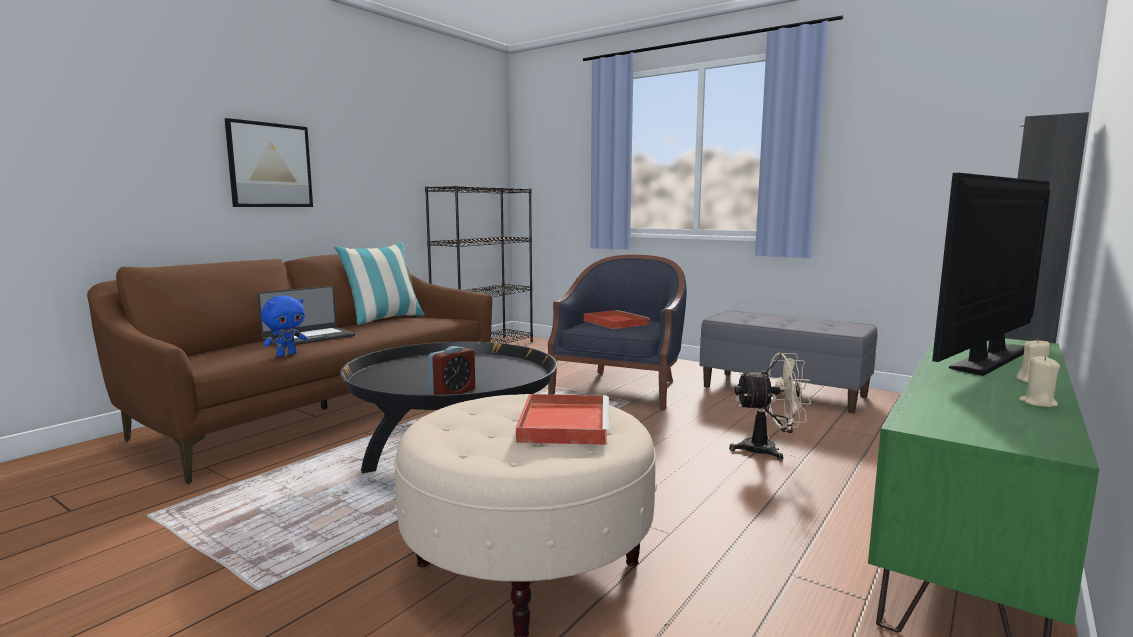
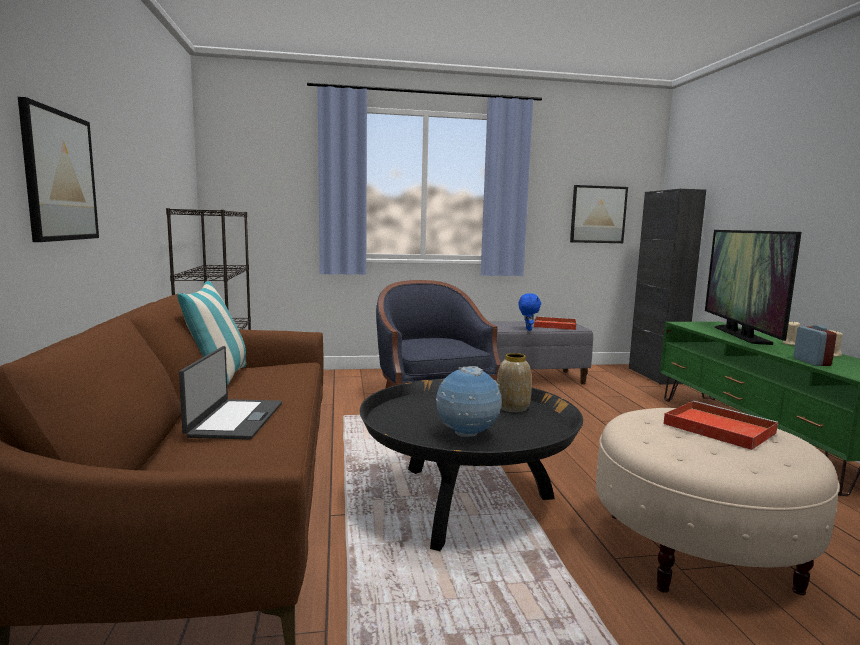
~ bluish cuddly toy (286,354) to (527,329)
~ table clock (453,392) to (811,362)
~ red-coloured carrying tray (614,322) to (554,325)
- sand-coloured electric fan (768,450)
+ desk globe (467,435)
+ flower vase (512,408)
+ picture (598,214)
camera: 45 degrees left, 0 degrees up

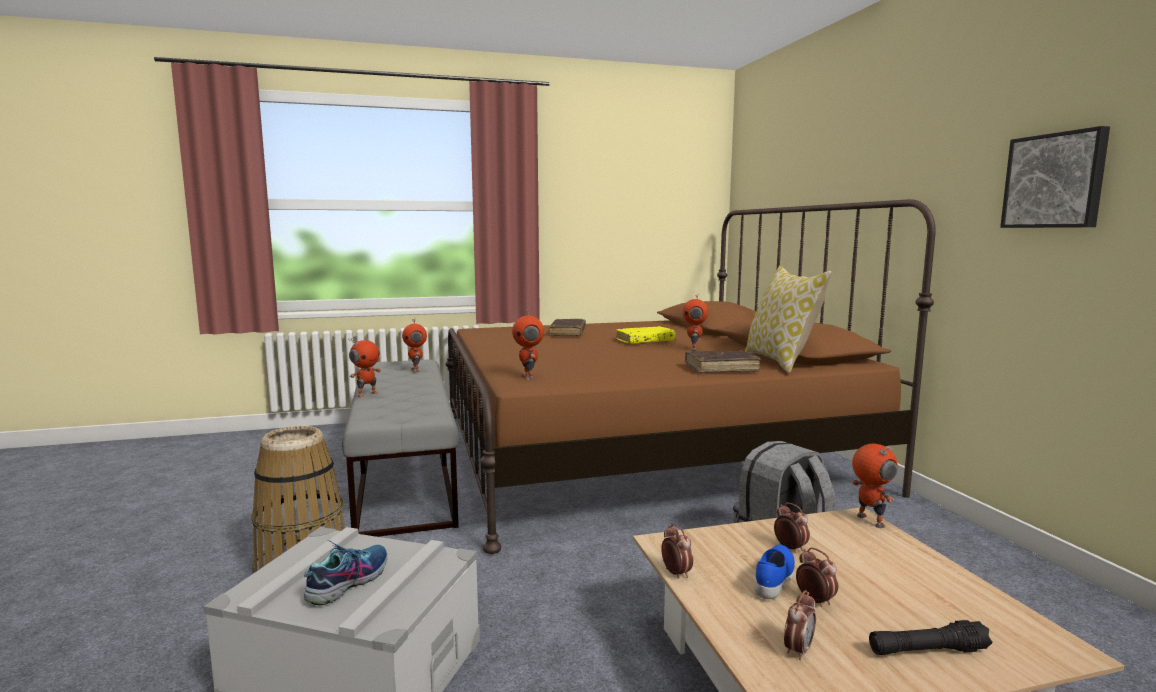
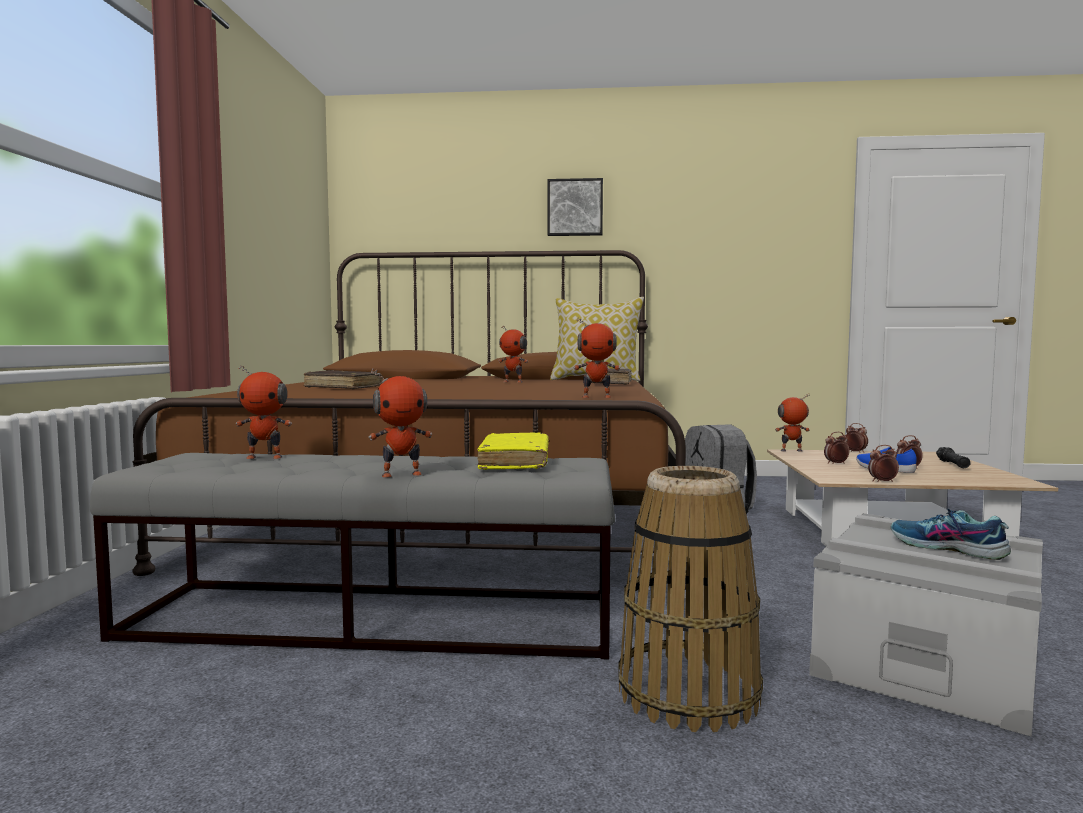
~ toy robot (367,394) = (401,474) 105 degrees clockwise
~ yellow book (645,341) to (515,462)
~ table clock (798,650) to (855,452)
~ picture (1055,181) to (575,208)
camera: 70 degrees left, 5 degrees down

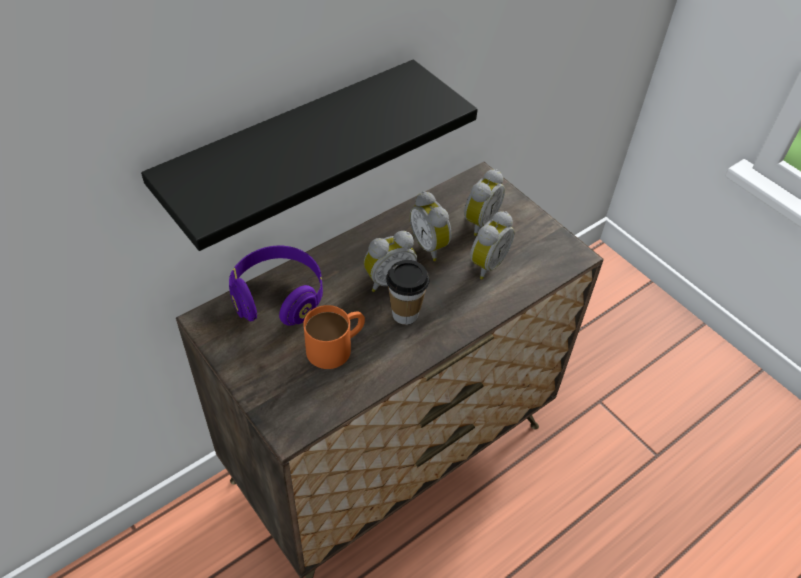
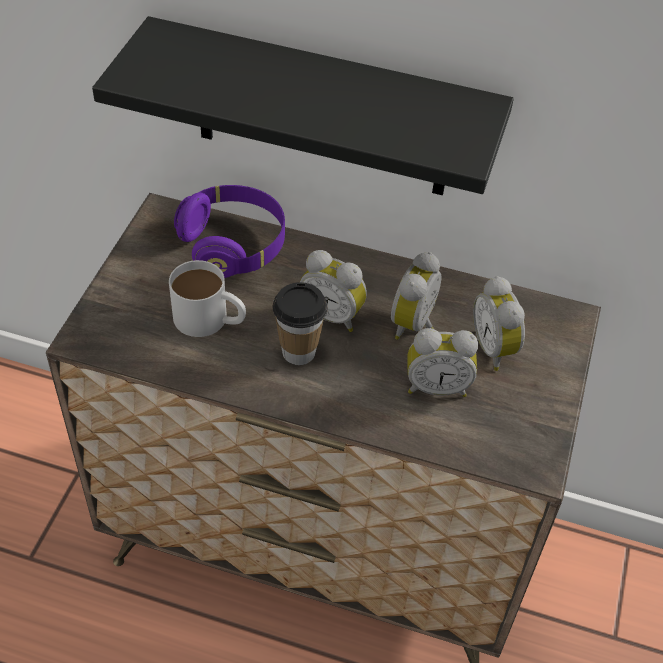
~ orange coffee mug (336,346) to white-coloured coffee mug (210,320)
~ table clock (478,221) = (495,348) 75 degrees clockwise
camera: 55 degrees right, 0 degrees up

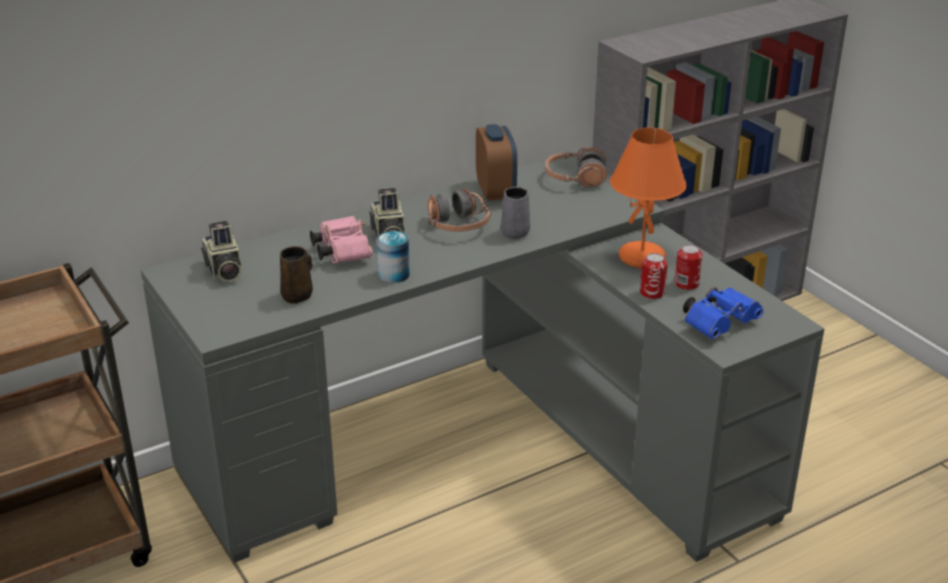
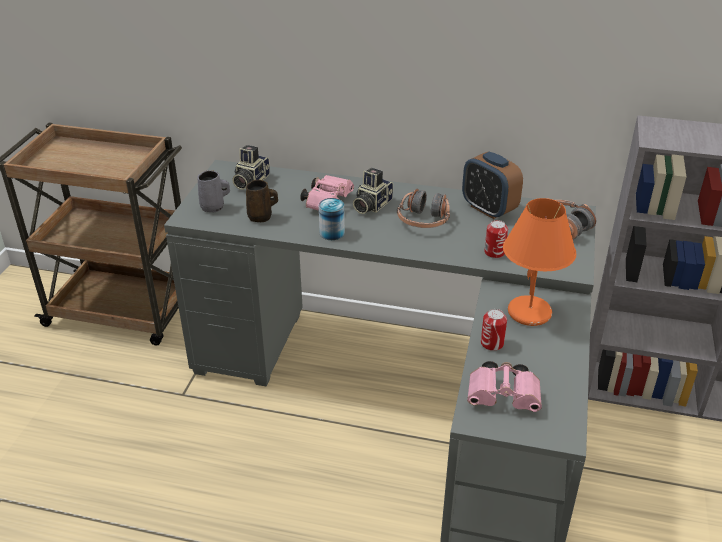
~ table clock (495,191) = (488,209) 105 degrees clockwise
~ greyish coffee mug (516,232) to (214,207)
~ metal can (686,284) to (494,252)
~ bluish pair of binoculars (720,323) to pink-coloured pair of binoculars (505,397)
camera: 45 degrees right, 5 degrees up

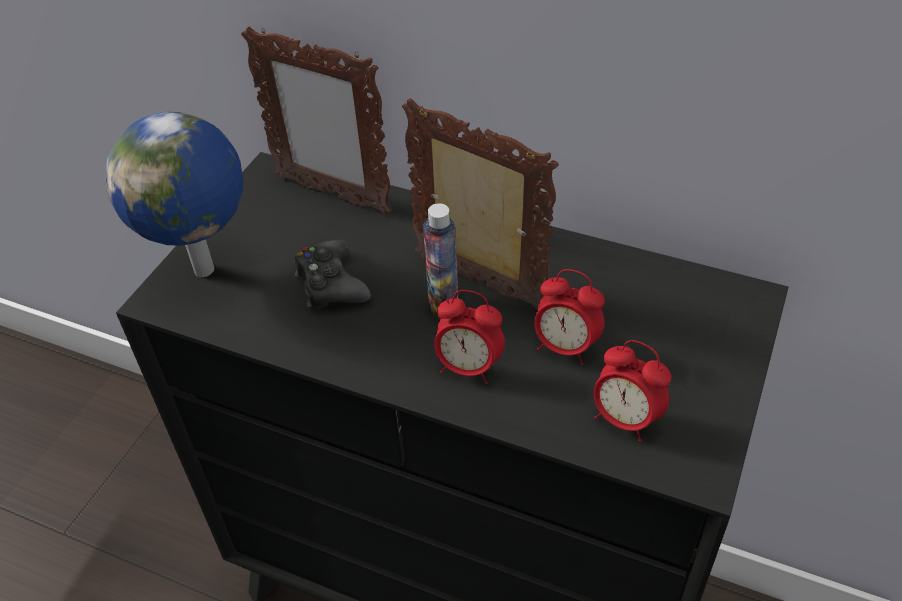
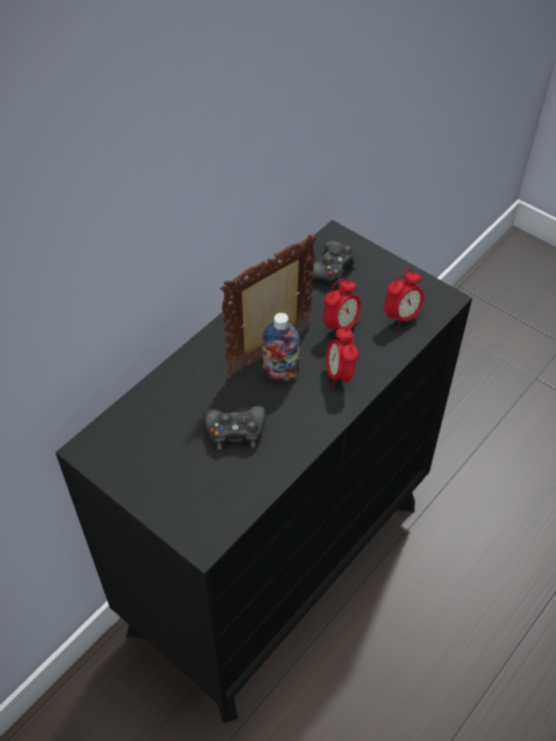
- desk globe (207,270)
- photo frame (332,195)
~ table clock (468,367) = (339,374) 135 degrees clockwise
+ black joypad (330,269)
camera: 75 degrees left, 5 degrees up

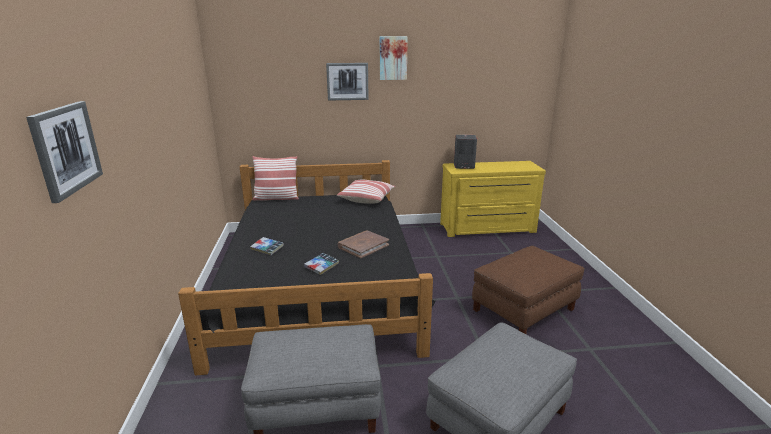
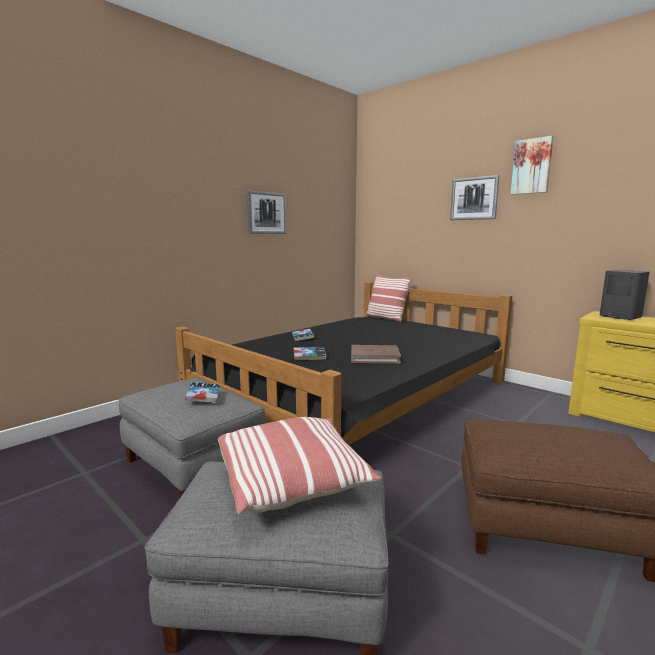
~ picture (65,149) to (266,213)
~ cushion (367,199) to (293,480)
+ book (203,396)
camera: 50 degrees right, 10 degrees down

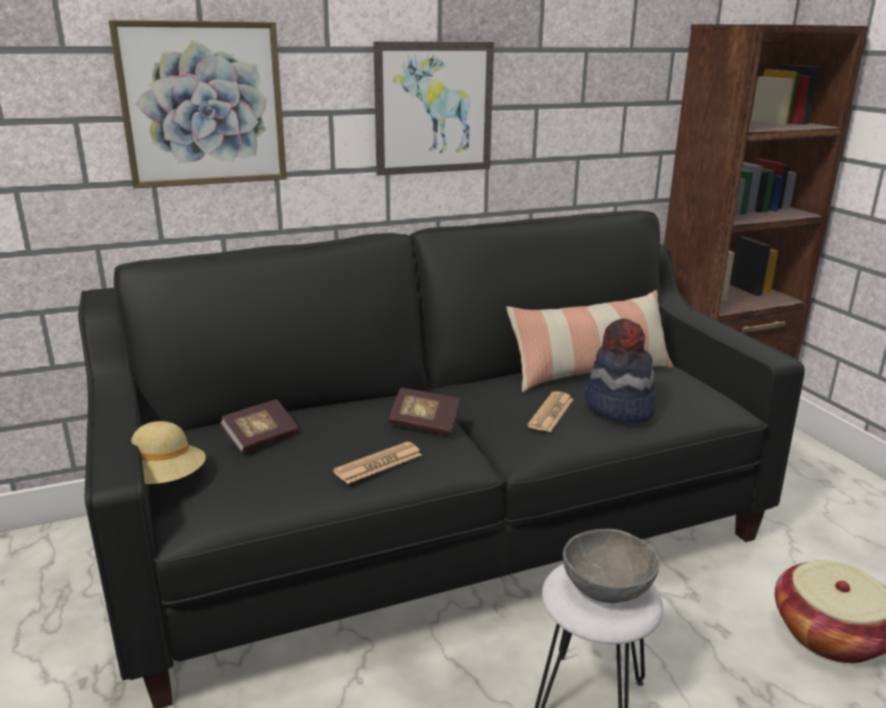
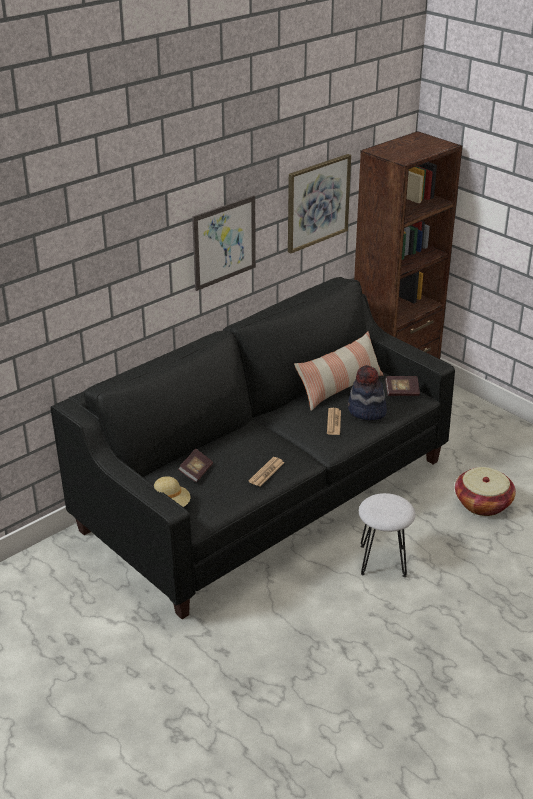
~ picture (203,104) to (317,202)
~ book (424,424) to (402,392)
- greyish bowl (608,587)
camera: 20 degrees left, 10 degrees up

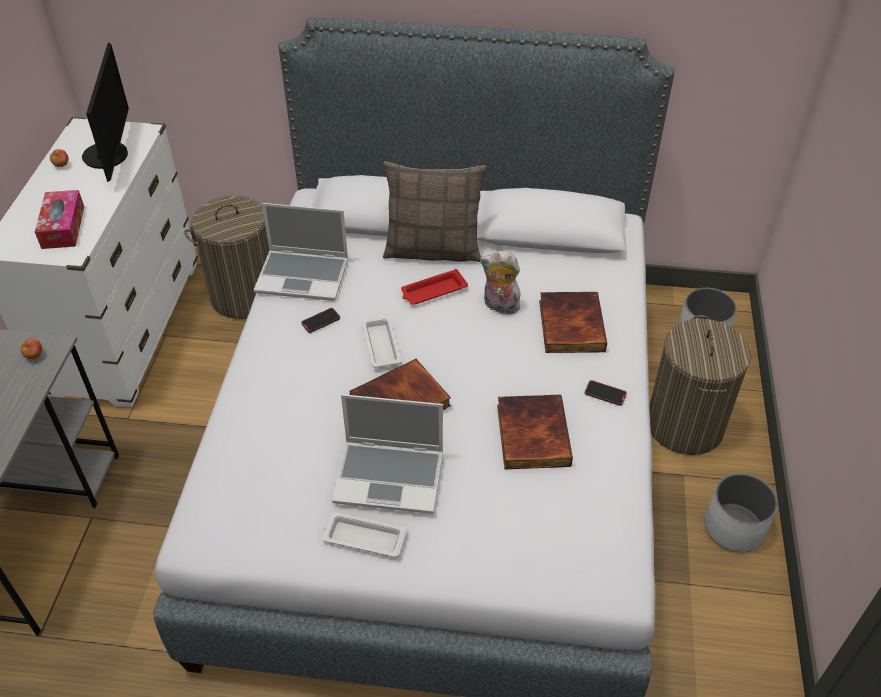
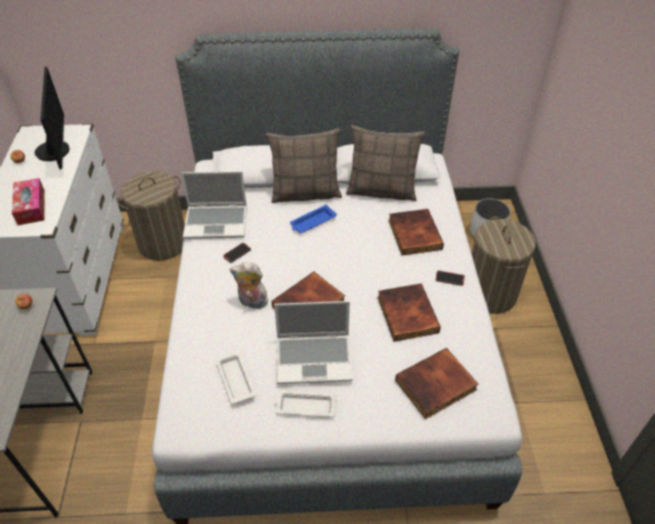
~ white-coloured carrying tray (381,344) to (235,379)
~ red-coloured carrying tray (433,291) to bluish carrying tray (312,222)
~ cuddly toy (499,306) to (251,302)
- white-coloured plant pot (734,528)
+ cushion (382,190)
+ book (436,386)
camera: 10 degrees left, 0 degrees up

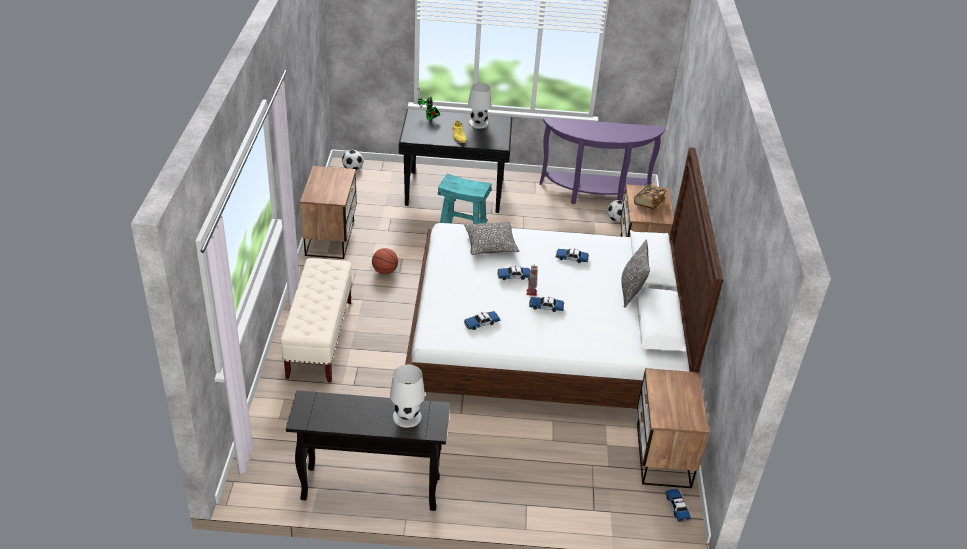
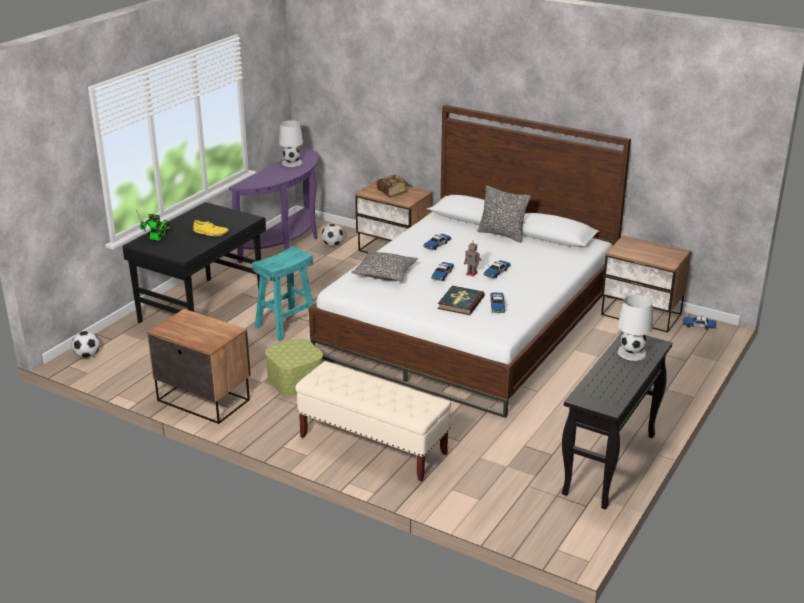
~ ball for basketball (385,271) to storage container (295,380)
~ white-coloured lamp for a table (478,123) to (291,163)
+ book (460,302)
camera: 60 degrees left, 10 degrees down

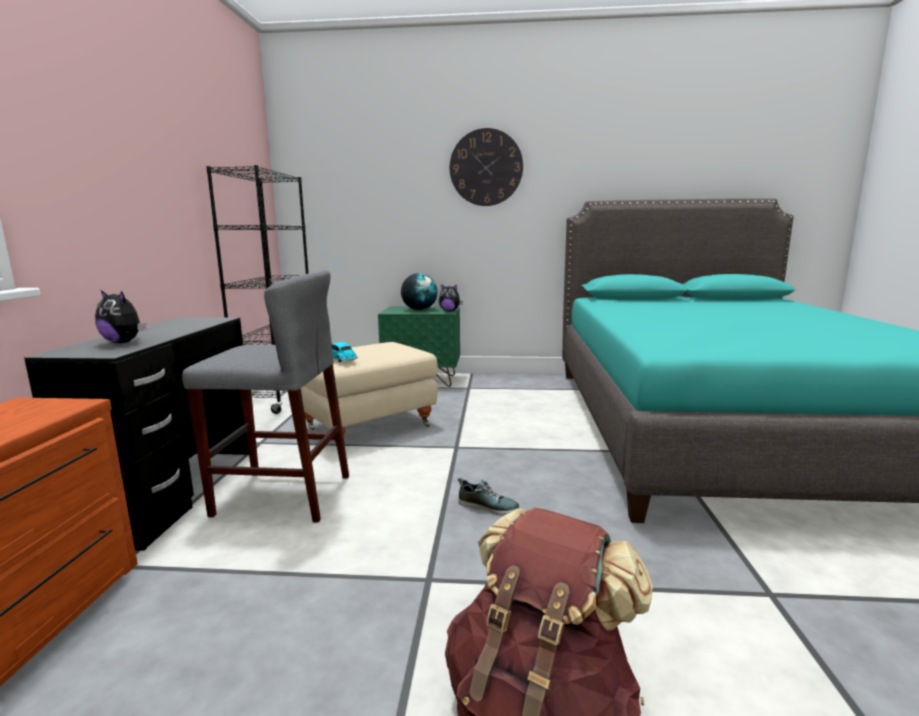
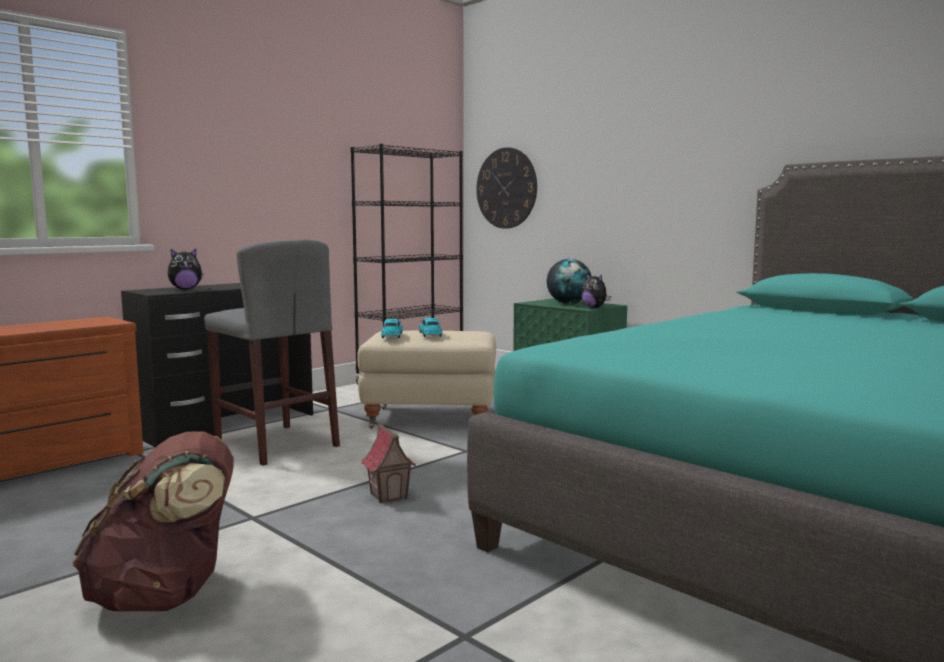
~ cuddly toy (124,342) = (185,289) 90 degrees counterclockwise
~ clock on the wall (486,167) to (506,188)
~ item of footwear (488,506) to toy house (389,496)
+ toy car (430,335)
camera: 40 degrees right, 5 degrees down

